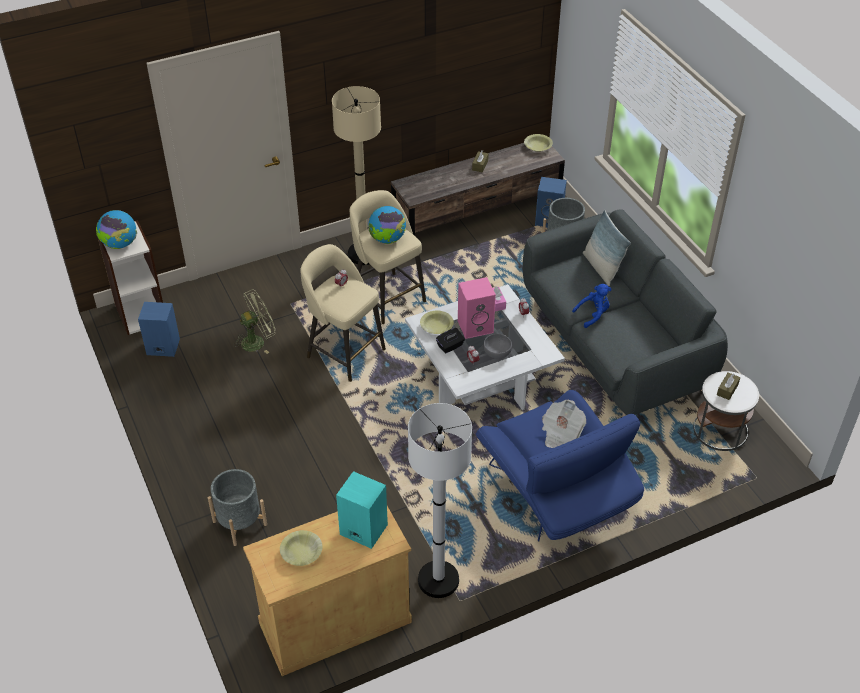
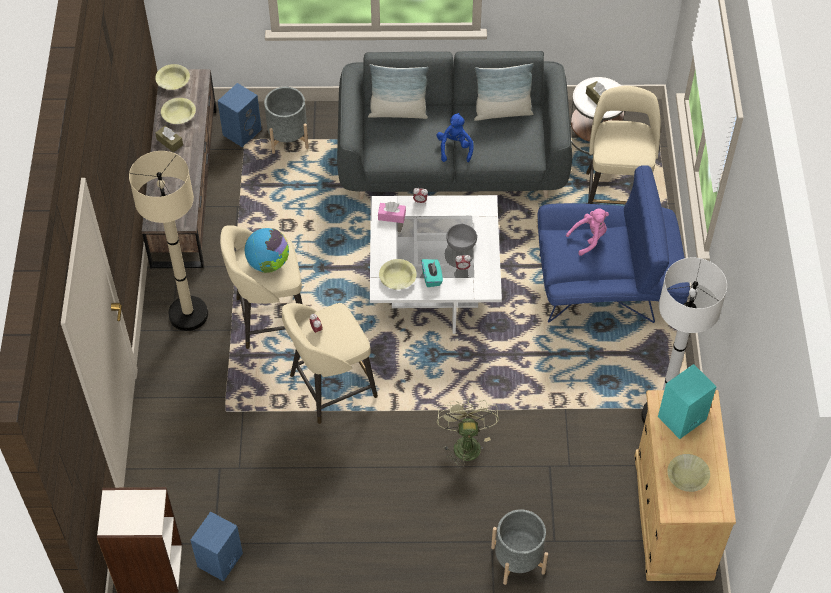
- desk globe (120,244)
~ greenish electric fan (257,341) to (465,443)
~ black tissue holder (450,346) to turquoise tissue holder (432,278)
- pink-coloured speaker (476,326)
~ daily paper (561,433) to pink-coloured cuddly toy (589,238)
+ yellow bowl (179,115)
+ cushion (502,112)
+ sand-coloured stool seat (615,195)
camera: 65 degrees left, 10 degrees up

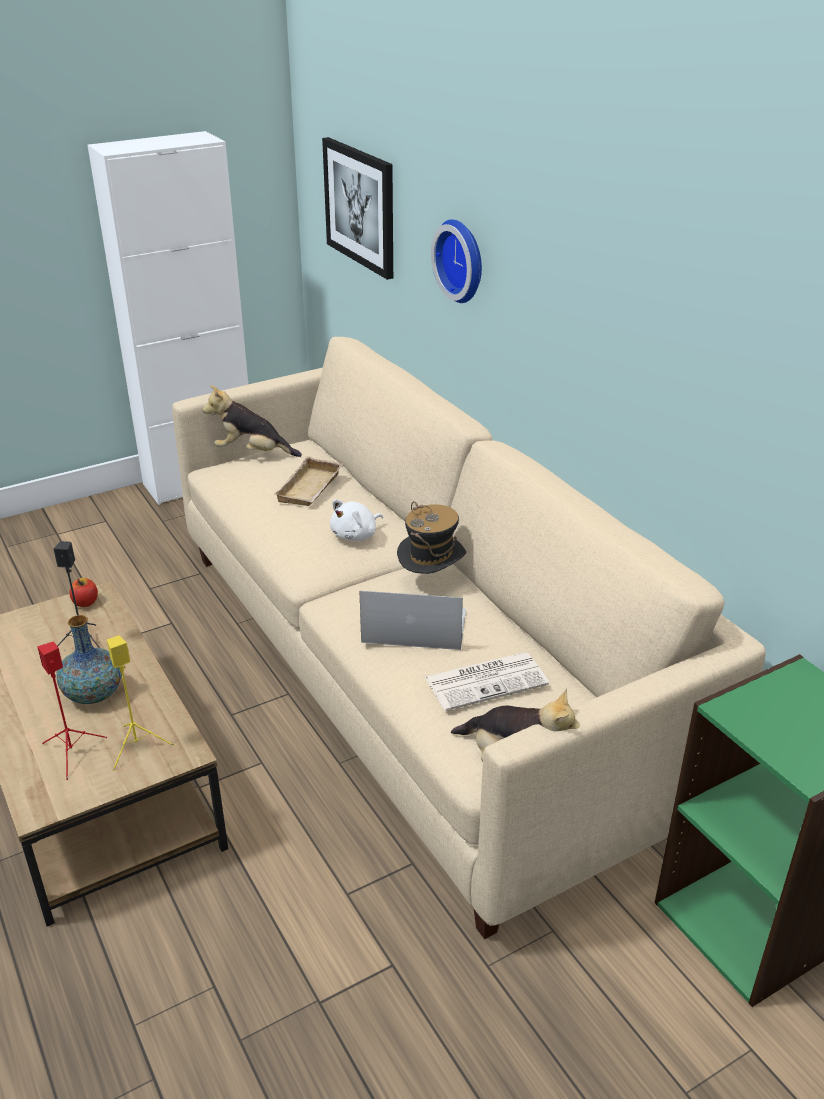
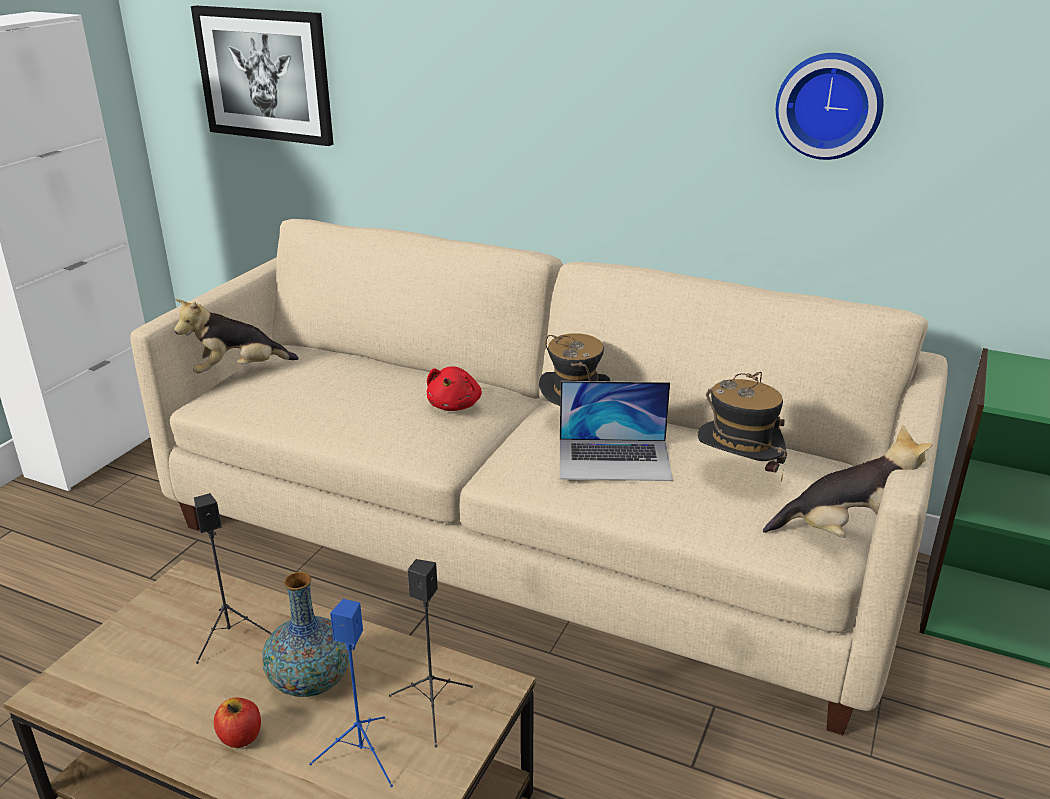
~ red-coloured speaker (72,753) to bluish speaker (363,755)
~ apple fruit (85,602) to (241,737)
~ yellow speaker (138,746) to black speaker (433,708)
- sand-coloured carrying tray (311,488)
~ white-coloured cuddly toy (356,535) to red-coloured cuddly toy (455,405)
~ laptop (414,626) = (614,459) 150 degrees counterclockwise
~ daily paper (487,681) to clothing hat (737,477)
~ clock on the wall (463,260) to (829,105)
camera: 35 degrees left, 5 degrees down

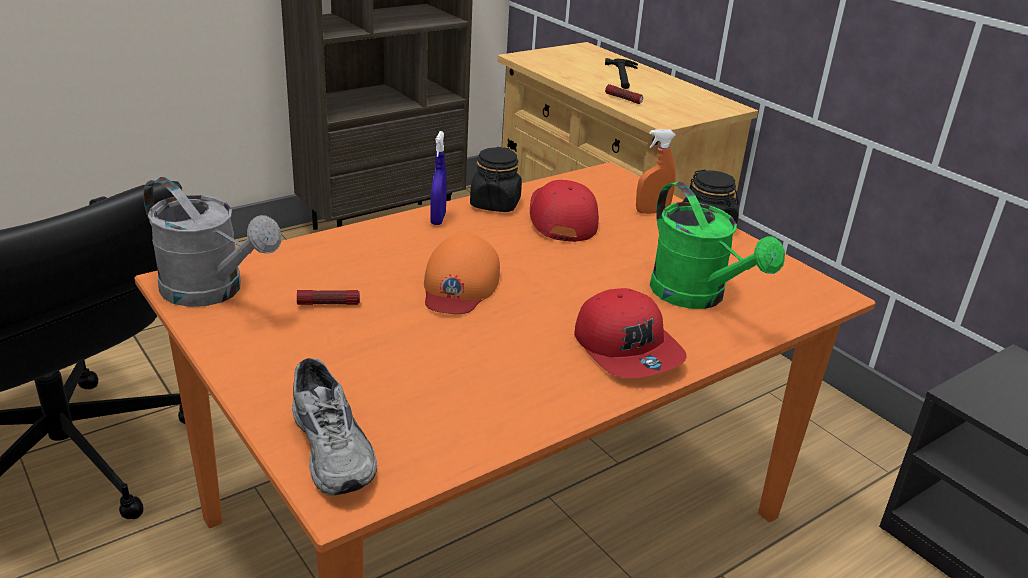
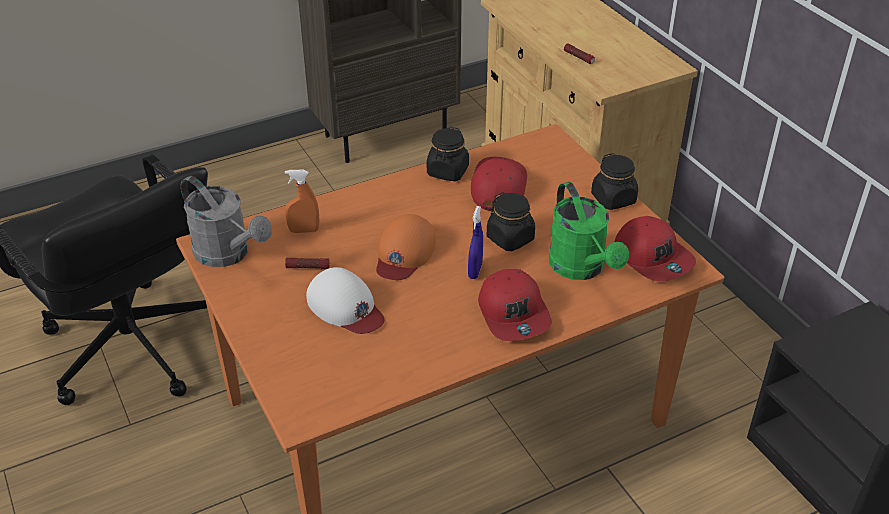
- greyish item of footwear (335,448)
~ bluish spray bottle (438,219) to (475,271)
- tool hammer (623,76)
~ orange spray bottle (652,212) to (304,230)
+ white-coloured baseball cap (345,307)
+ black jar (510,239)
+ red-coloured baseball cap (653,257)
camera: 10 degrees right, 10 degrees up

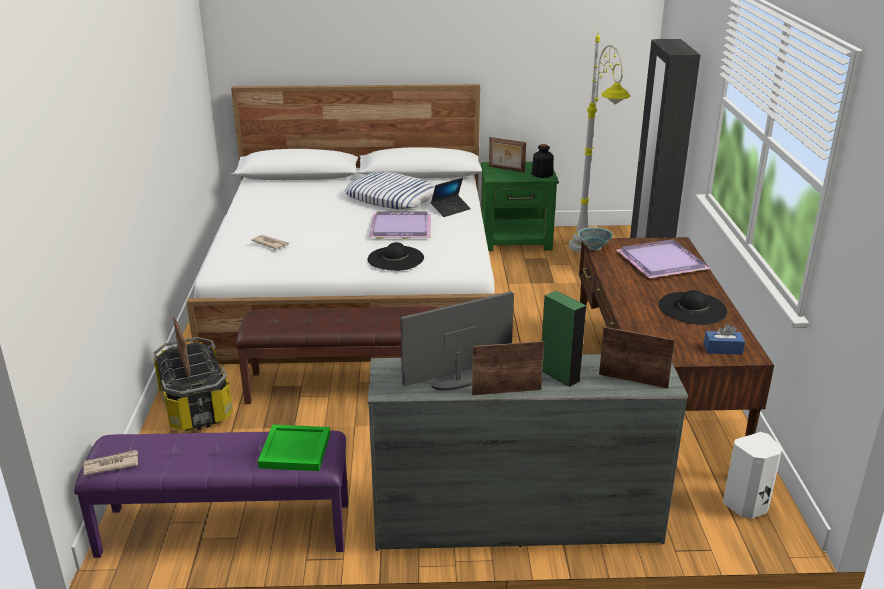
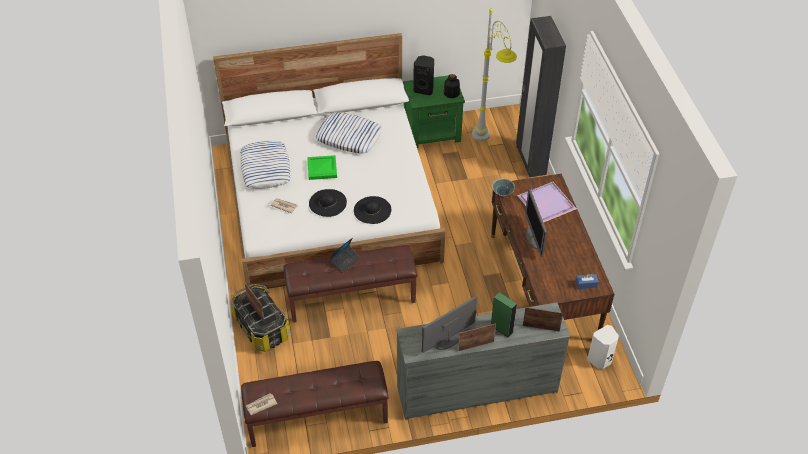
~ purplish bench (224,530) to brown-coloured bench (317,418)
~ greenish carrying tray (294,451) to (321,169)
- purplish carrying tray (399,228)
~ laptop (450,209) to (345,260)
~ photo frame (506,169) to black speaker (424,89)
~ black clothing hat (692,308) to (327,203)
+ cushion (266,168)
+ computer screen (533,238)
camera: 10 degrees left, 20 degrees up

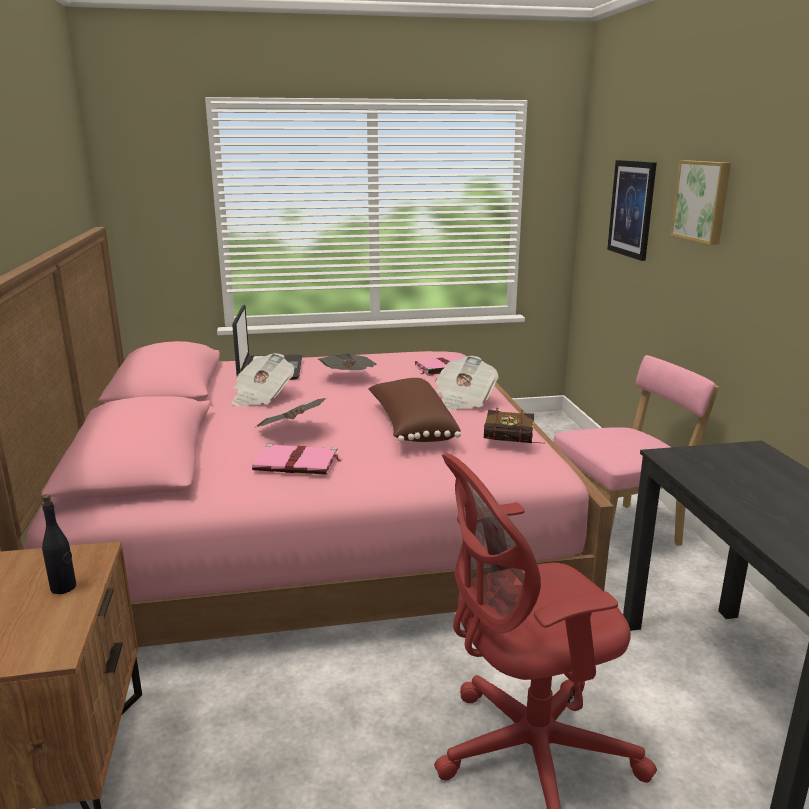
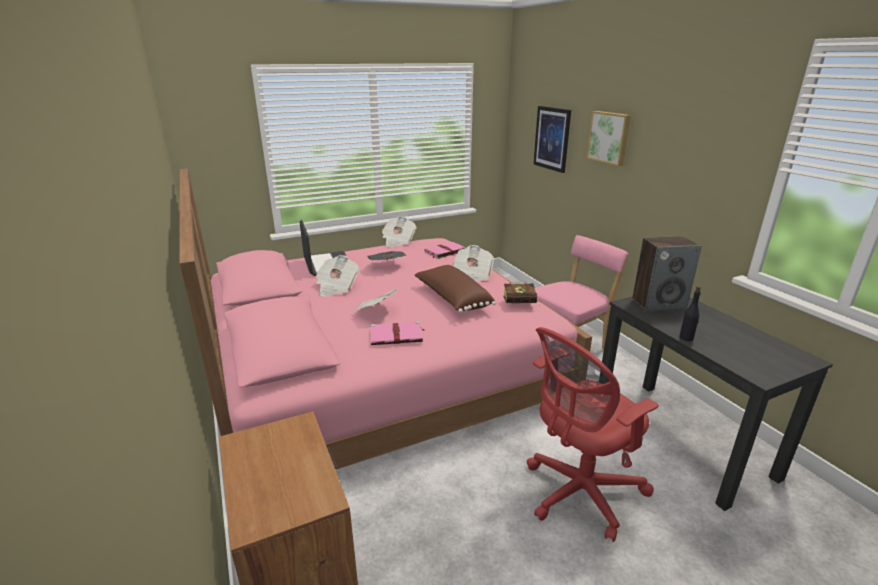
~ black bottle (64,587) to (686,338)
+ daily paper (398,241)
+ speaker (658,304)
camera: 15 degrees left, 5 degrees up

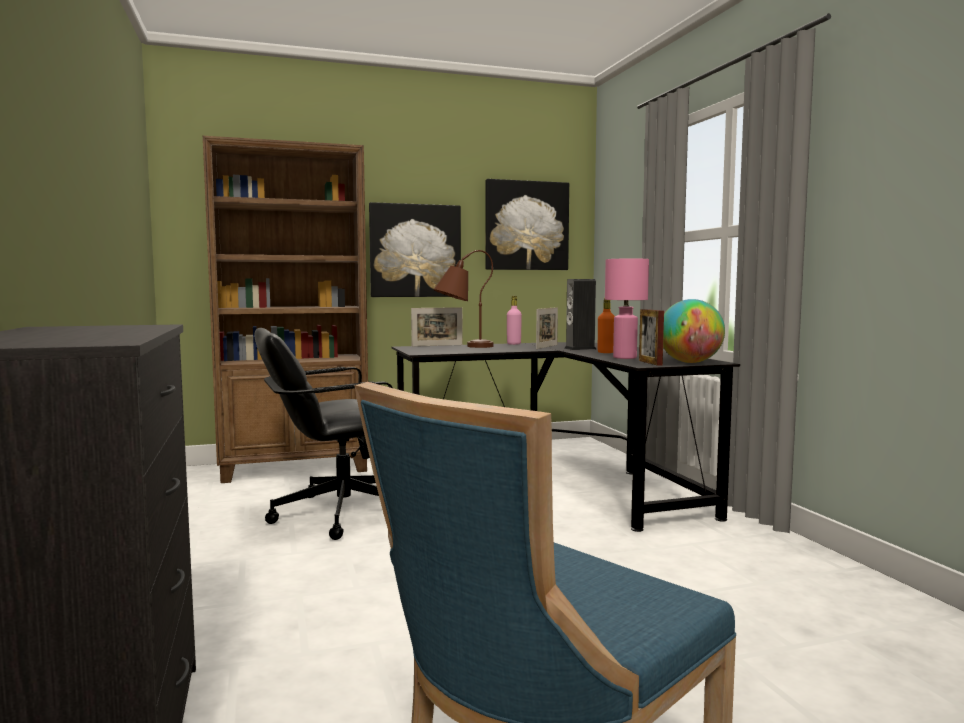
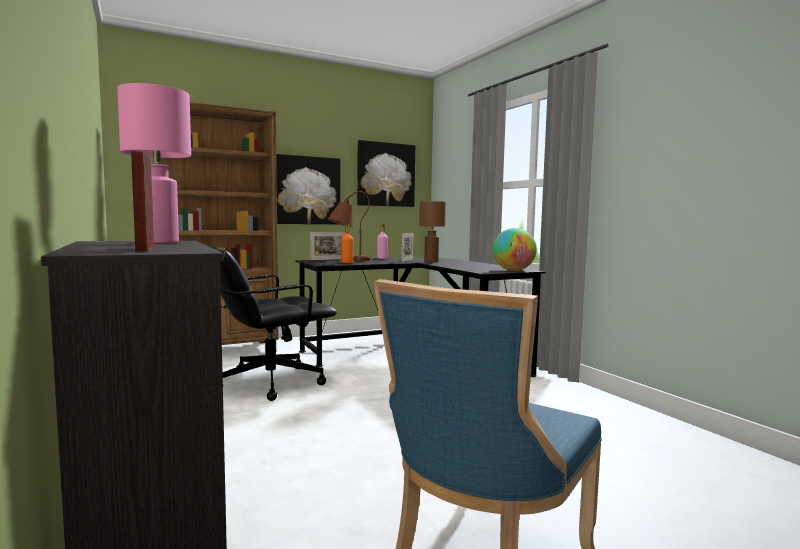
~ speaker (580,348) to brown-coloured lamp for a table (431,261)
~ orange bottle (606,352) to (347,262)
~ pink-coloured lamp for a table (625,358) to (160,242)
~ photo frame (650,363) to (145,249)
camera: 10 degrees left, 0 degrees up

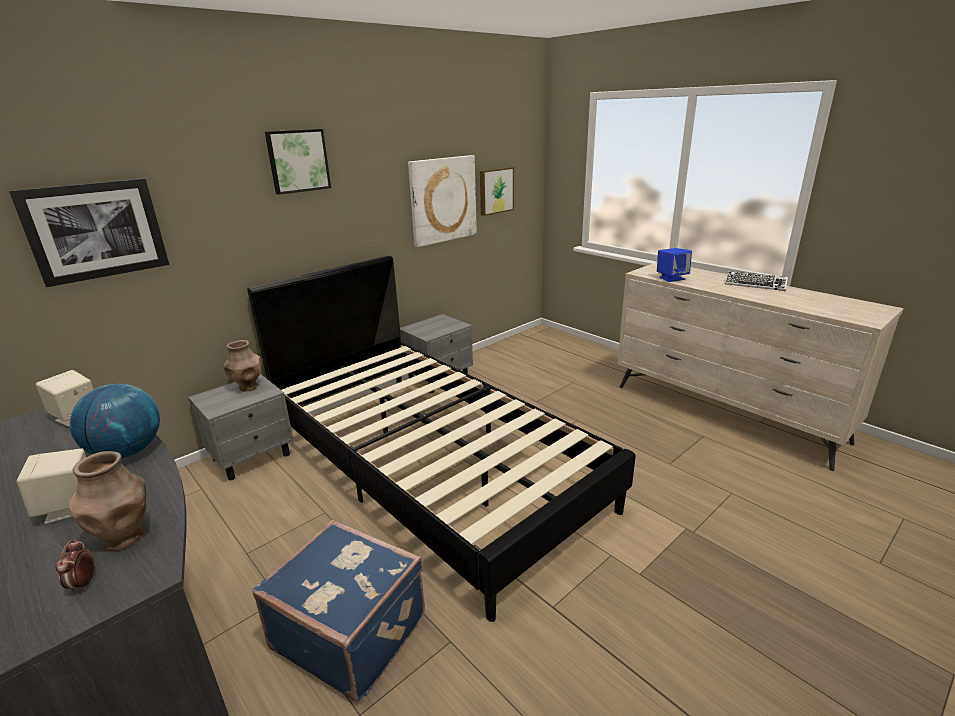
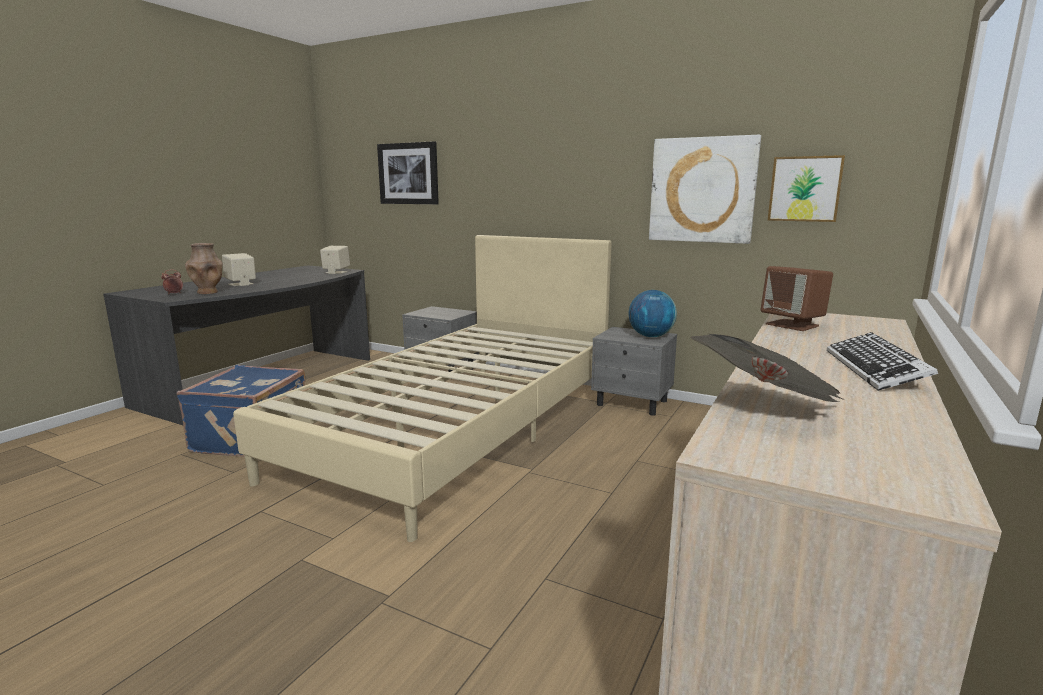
~ desk globe (127,452) to (651,336)
- brown-coloured flower vase (248,387)
~ black bed (431,466) to sand-coloured bed (460,427)
- picture (298,161)
~ bluish speaker (671,278) to brown-coloured speaker (793,325)
+ daily paper (767,408)
camera: 70 degrees right, 10 degrees down

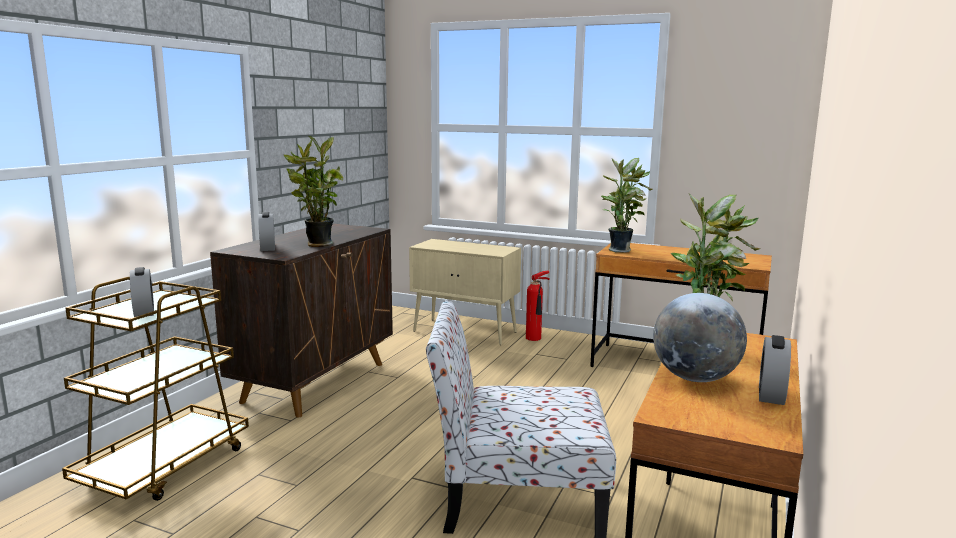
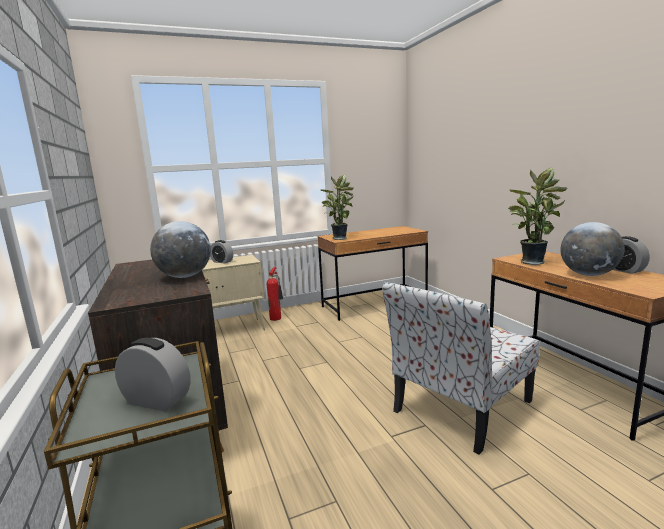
~ table clock (267,248) to (222,262)
~ houseplant (316,245) to desk globe (185,276)
camera: 45 degrees left, 0 degrees up

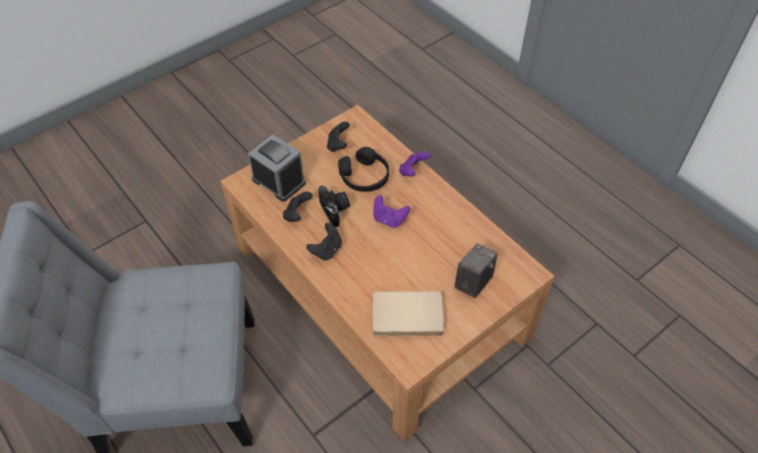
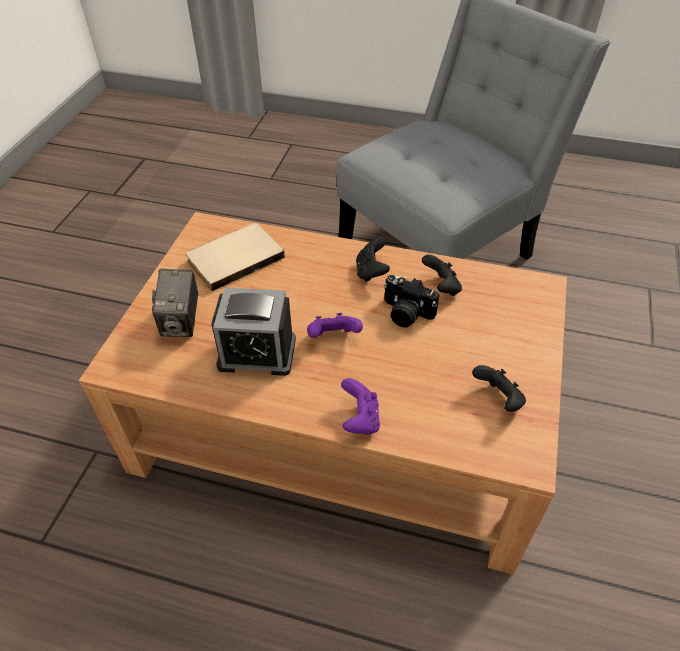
~ table clock (279,181) to (257,353)
- black headphones (364,176)
camera: 145 degrees right, 5 degrees down

